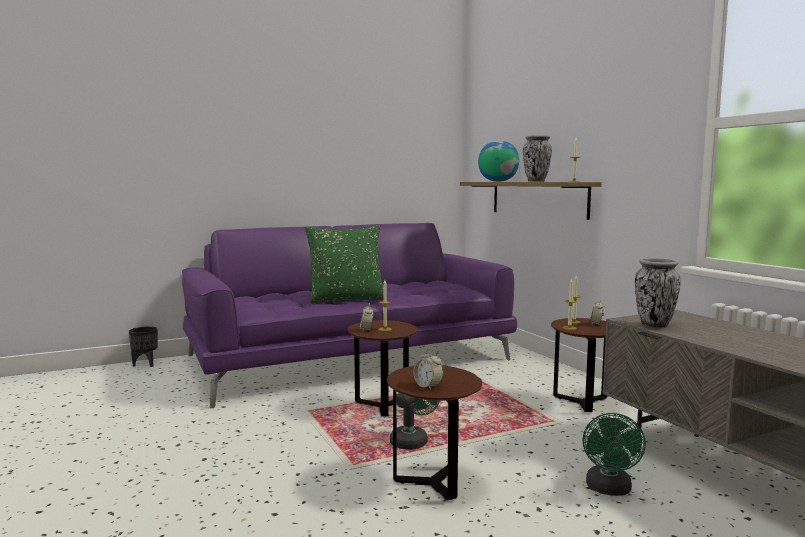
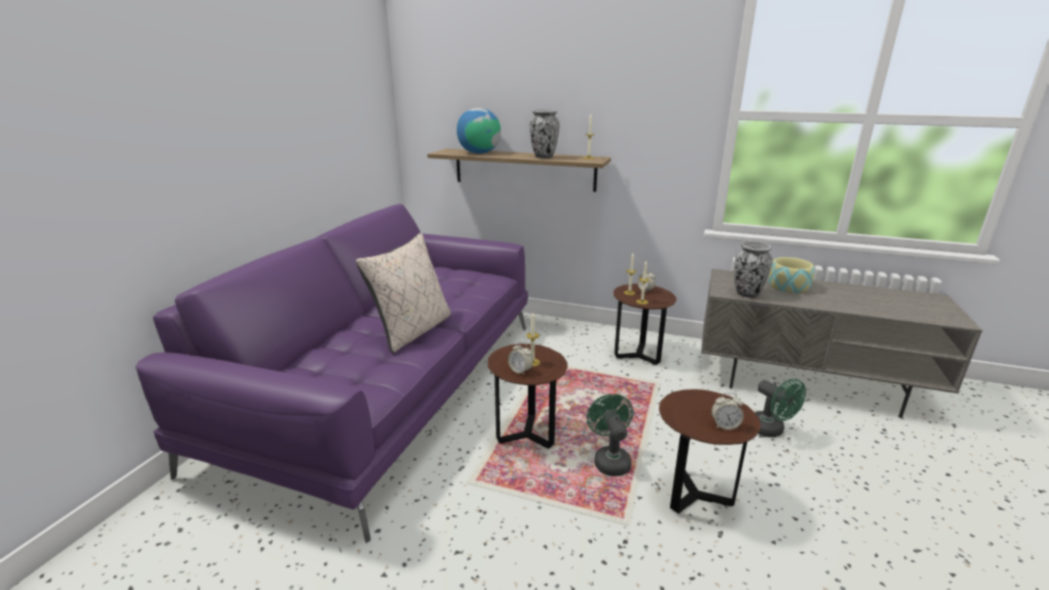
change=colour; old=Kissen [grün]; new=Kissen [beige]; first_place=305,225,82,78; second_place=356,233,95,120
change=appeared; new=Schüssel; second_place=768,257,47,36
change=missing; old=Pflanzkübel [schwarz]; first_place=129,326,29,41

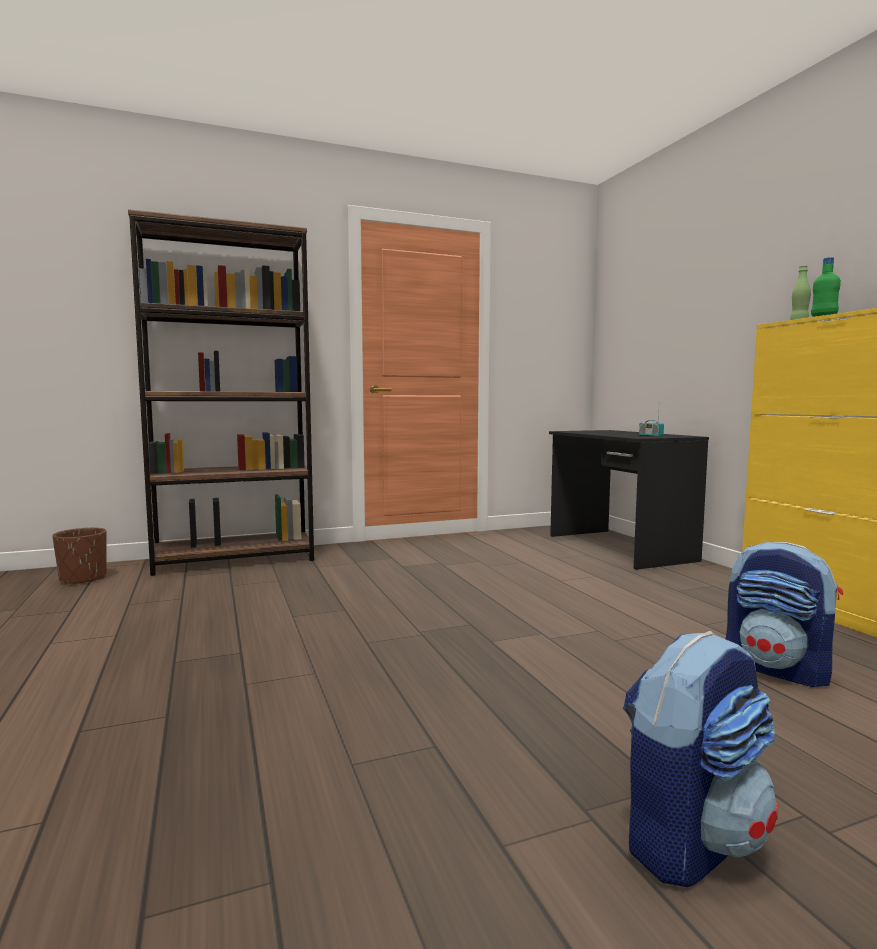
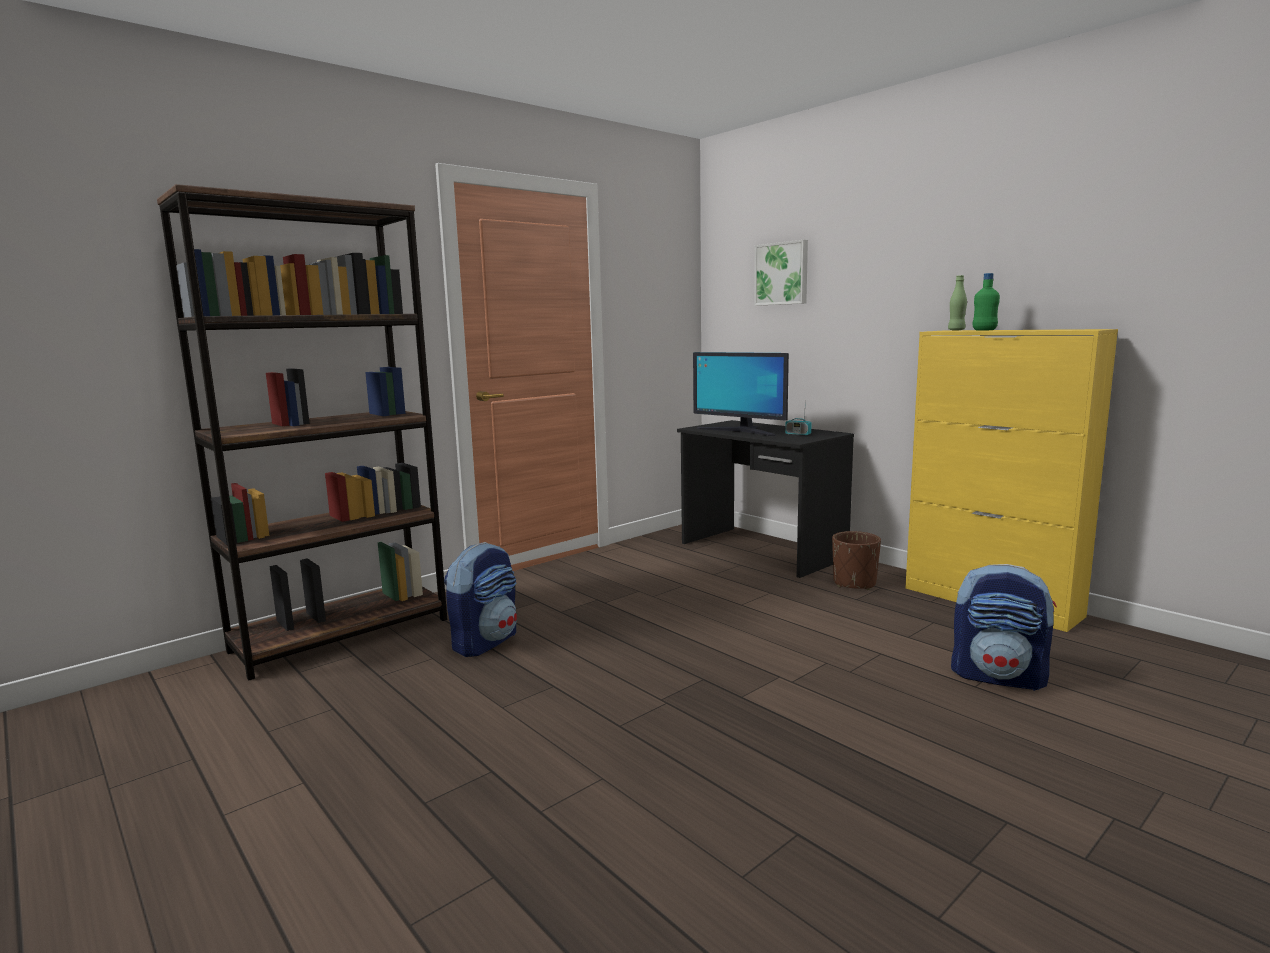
change=relocated; old=Rucksack; first_place=623,631,155,256; second_place=444,542,73,115
change=appeared; new=Monitor; second_place=693,352,96,84
change=appeared; new=Bild; second_place=754,240,54,66
change=relocated; old=Pflanzkübel [braun]; first_place=52,528,55,57; second_place=832,531,49,59

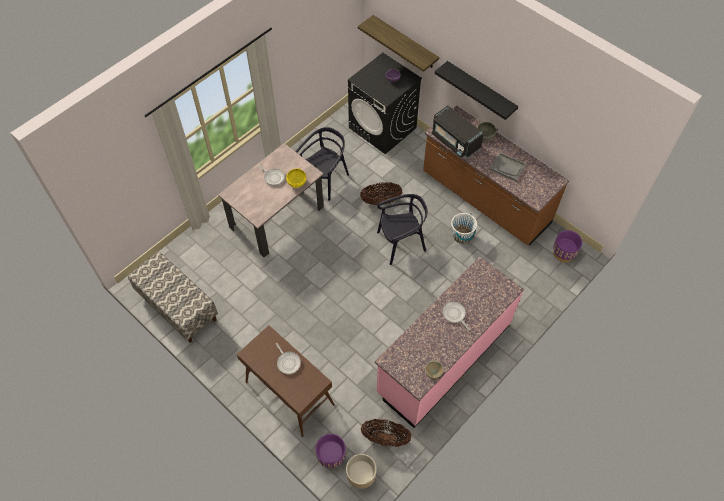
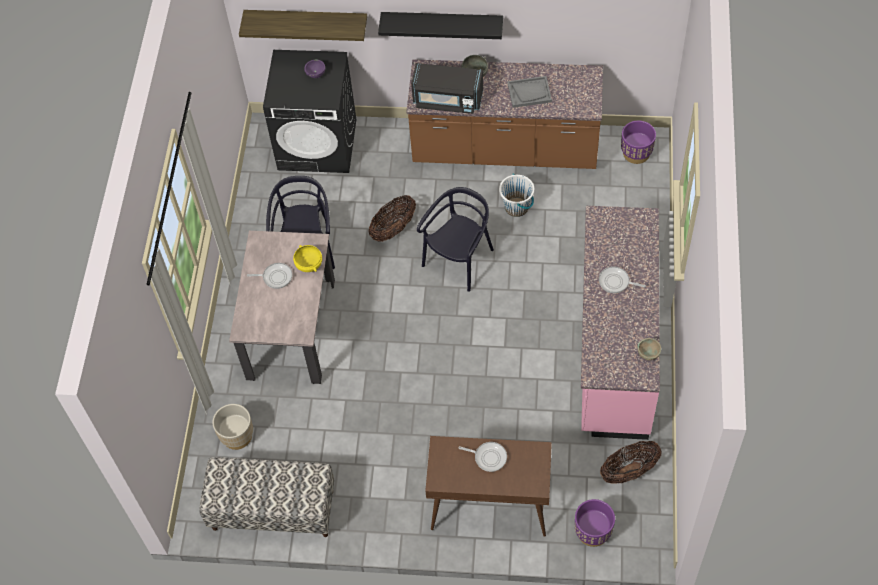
change=relocated; old=Pflanzkübel [beige]; first_place=346,454,31,35; second_place=212,404,41,46

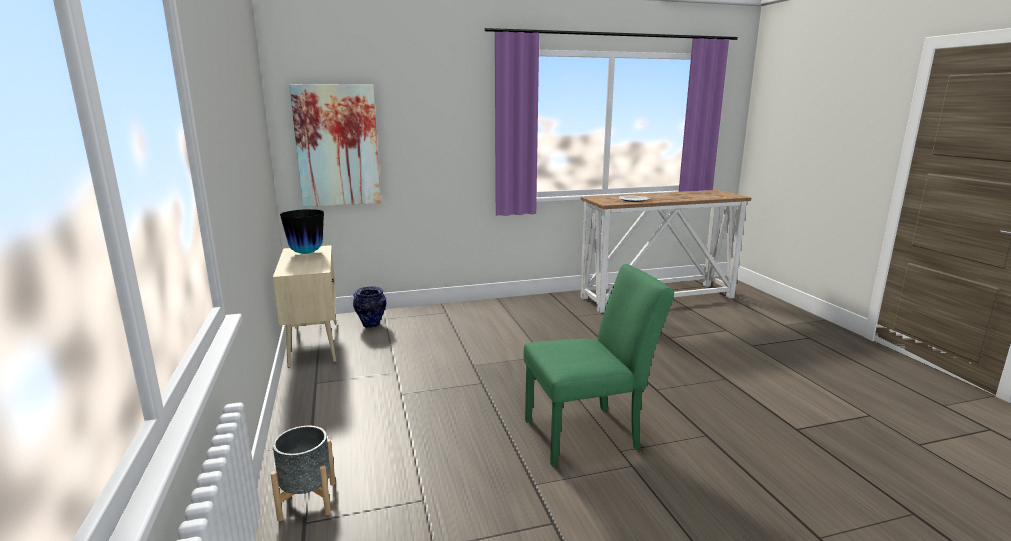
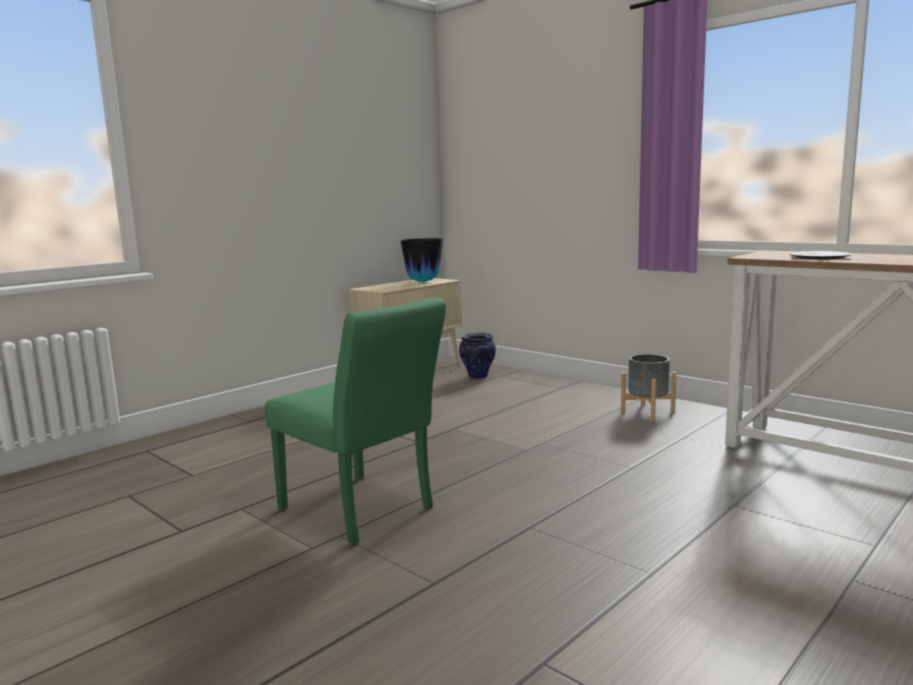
change=relocated; old=Pflanzkübel [grau]; first_place=270,426,66,95; second_place=621,354,55,67
change=missing; old=Bild; first_place=290,84,91,123

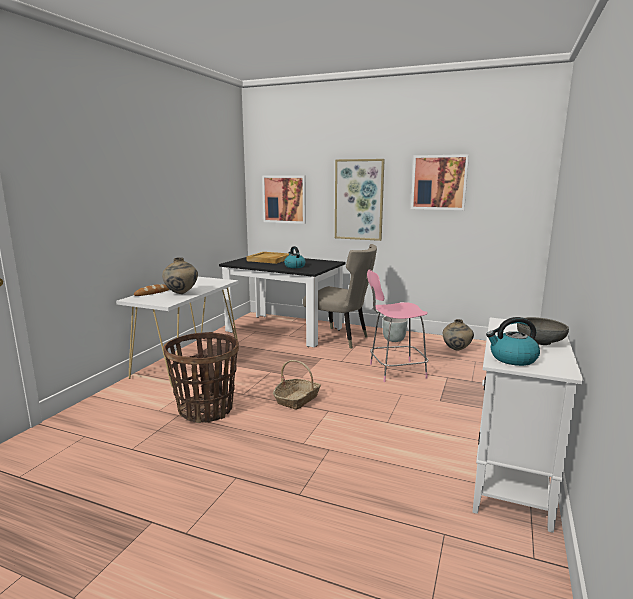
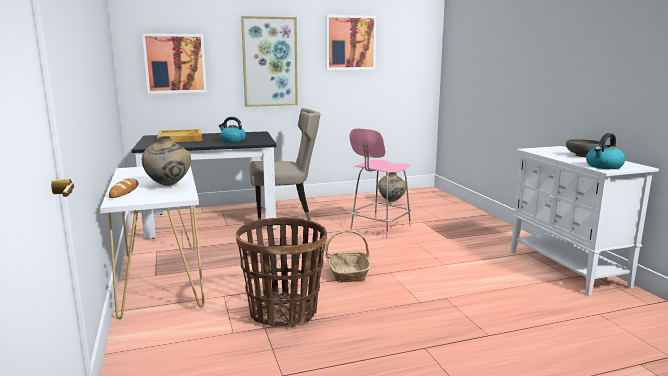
change=missing; old=Pflanzkübel [grau]; first_place=382,316,26,26

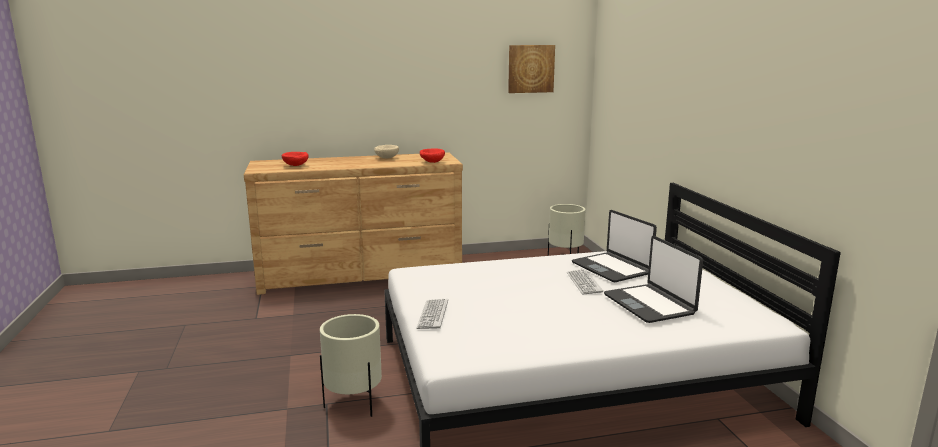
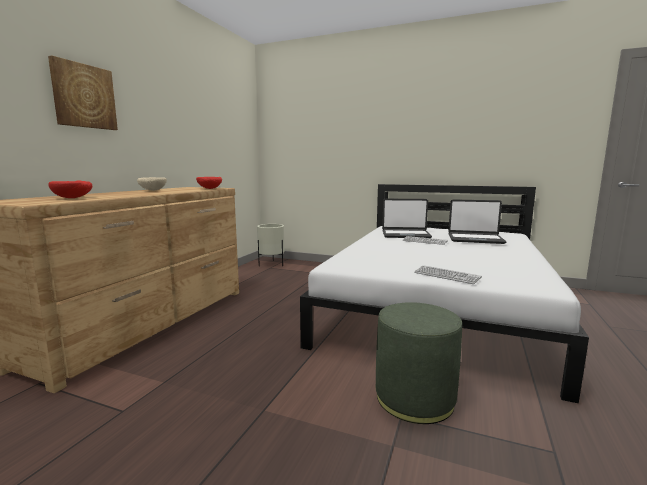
change=relocated; old=Bild; first_place=508,45,47,48; second_place=48,56,70,74
change=exchanged; old=Pflanzkübel [beige]; new=Polsterhocker [grün]; first_place=320,314,62,103; second_place=376,302,86,122

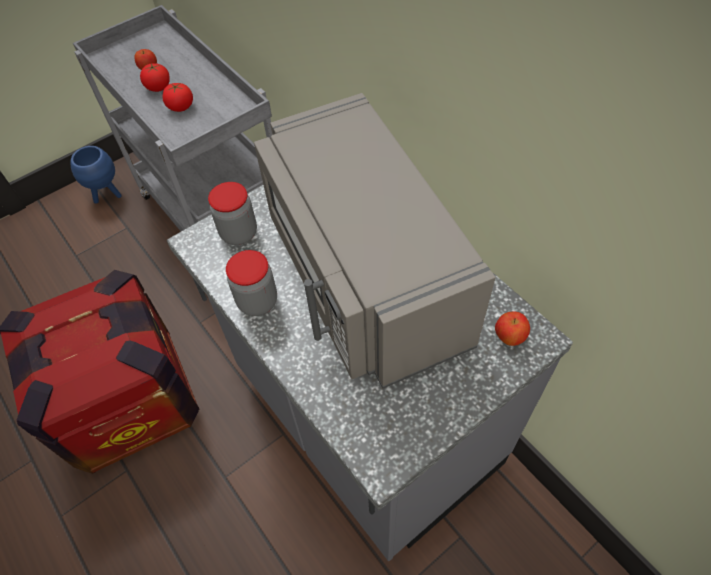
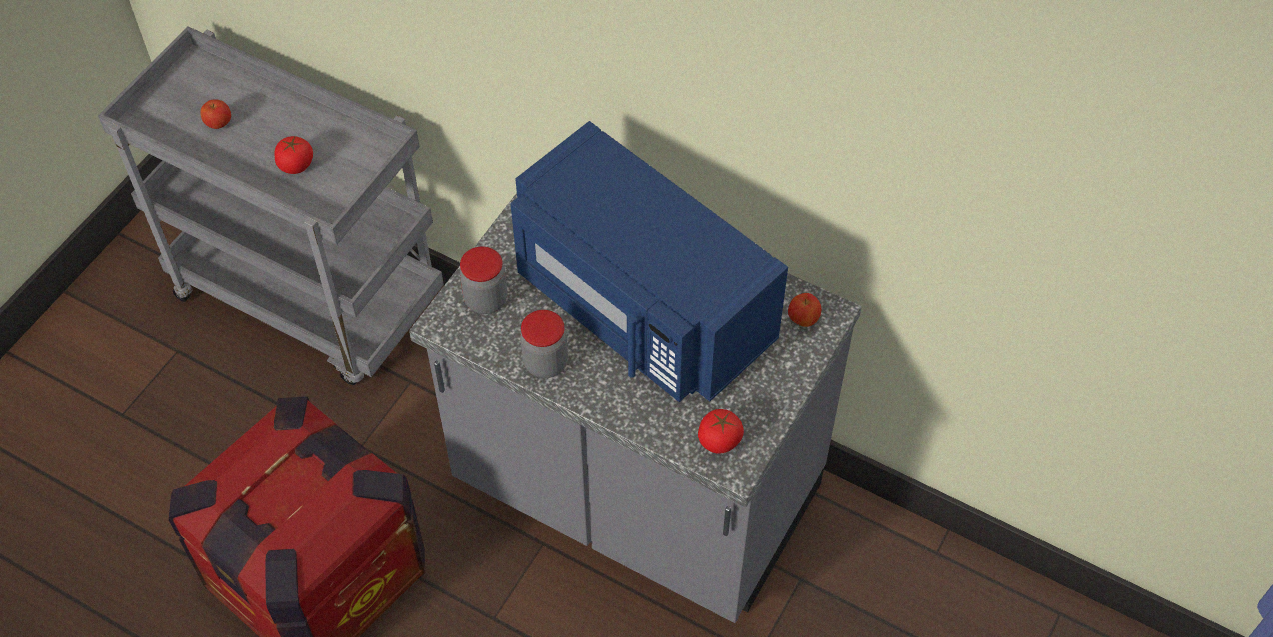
change=colour; old=Mikrowelle [grau]; new=Mikrowelle [blau]; first_place=254,93,242,295; second_place=511,121,277,281
change=relocated; old=Tomate; first_place=140,63,30,29; second_place=698,409,46,45
change=missing; old=Pflanzkübel [blau]; first_place=70,146,52,58

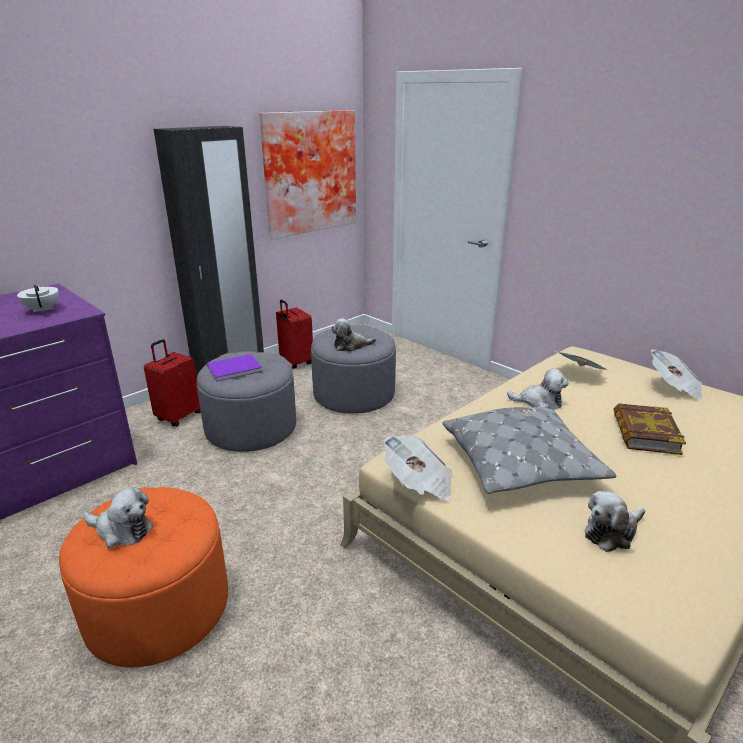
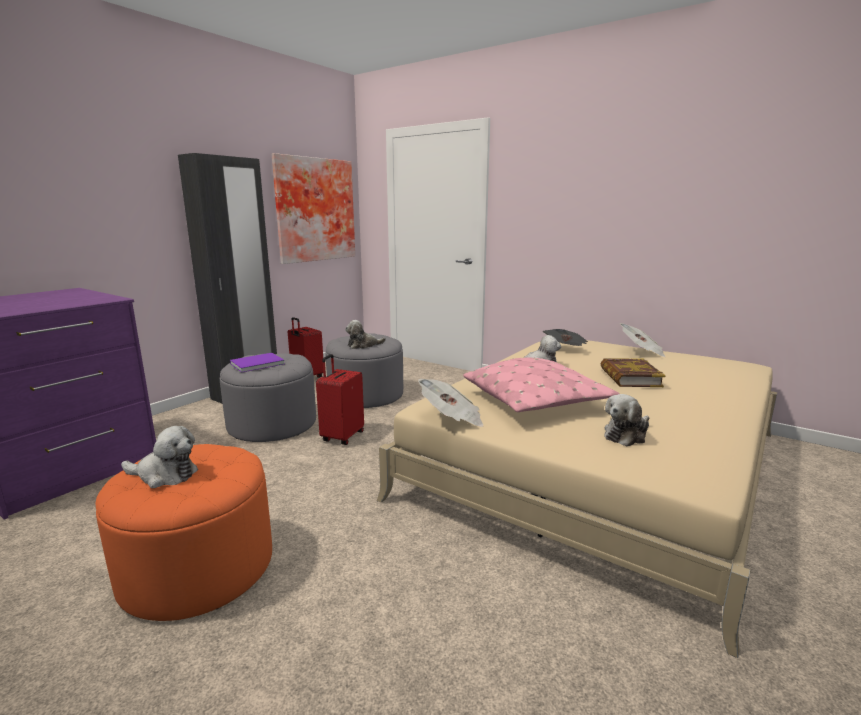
change=relocated; old=Koffer [rot]; first_place=144,339,57,87; second_place=316,354,48,91
change=colour; old=Kissen [grau]; new=Kissen [rosa]; first_place=442,407,174,87; second_place=463,358,157,54
change=missing; old=Teekanne [weiß]; first_place=17,285,42,28

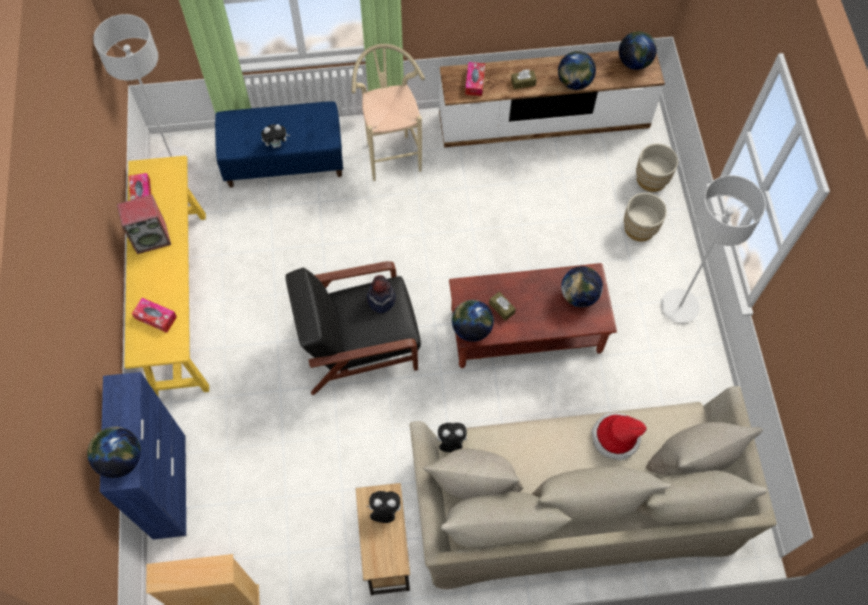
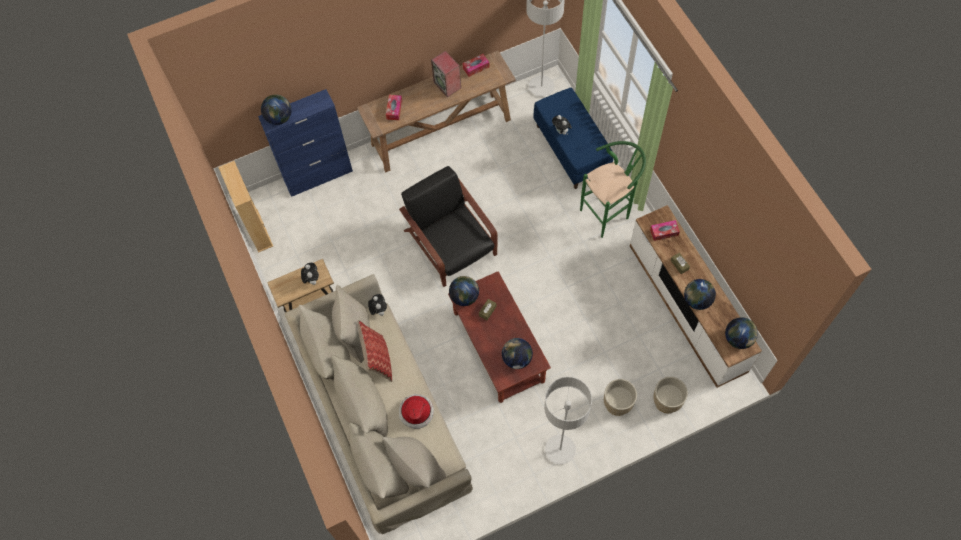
change=colour; old=Konsolentisch [gelb]; new=Konsolentisch [braun]; first_place=124,156,85,240; second_place=357,51,159,121
change=appeared; new=Kissen; second_place=358,320,34,62
change=colour; old=Hocker [beige]; new=Hocker [grün]; first_place=352,44,73,137; second_place=580,141,66,97
change=missing; old=Hut; first_place=367,275,29,38

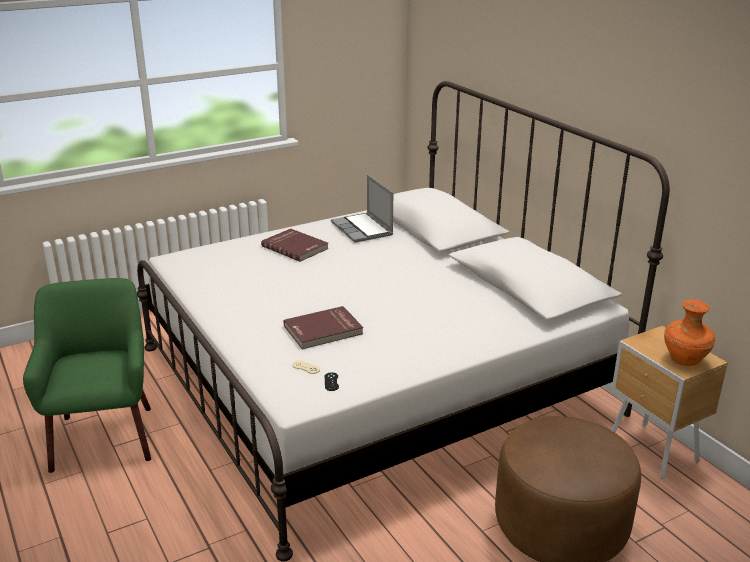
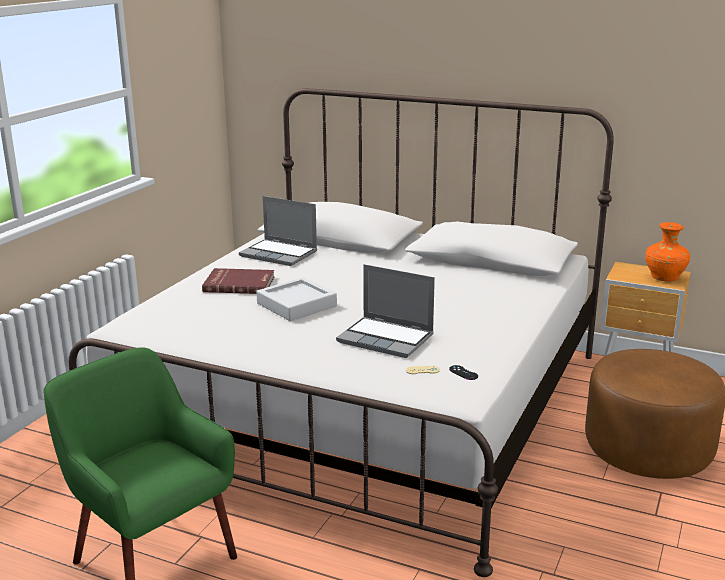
change=appeared; new=Tablett [grau]; second_place=256,277,81,44
change=exchanged; old=Buch [rot]; new=Laptop; first_place=284,306,79,43; second_place=336,264,99,94

